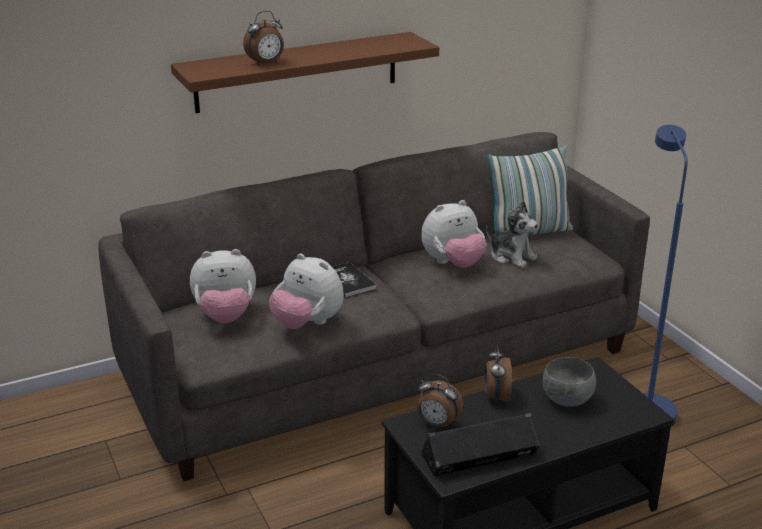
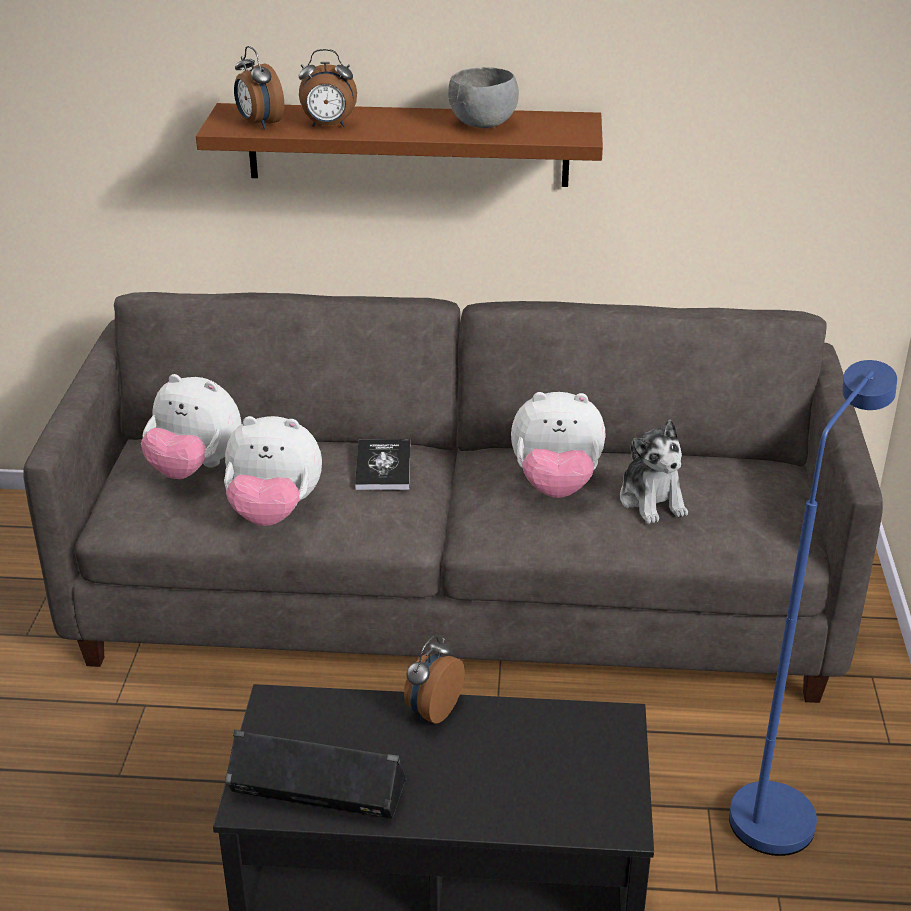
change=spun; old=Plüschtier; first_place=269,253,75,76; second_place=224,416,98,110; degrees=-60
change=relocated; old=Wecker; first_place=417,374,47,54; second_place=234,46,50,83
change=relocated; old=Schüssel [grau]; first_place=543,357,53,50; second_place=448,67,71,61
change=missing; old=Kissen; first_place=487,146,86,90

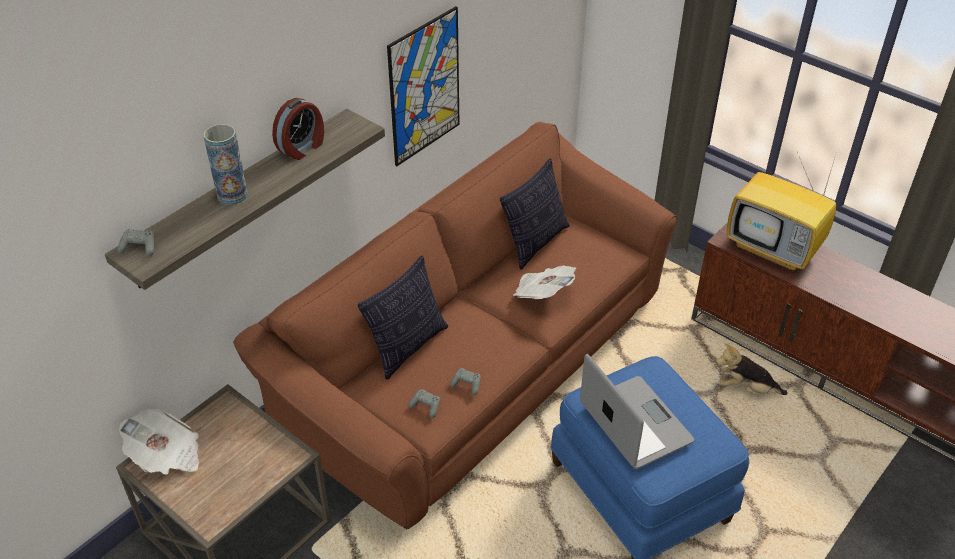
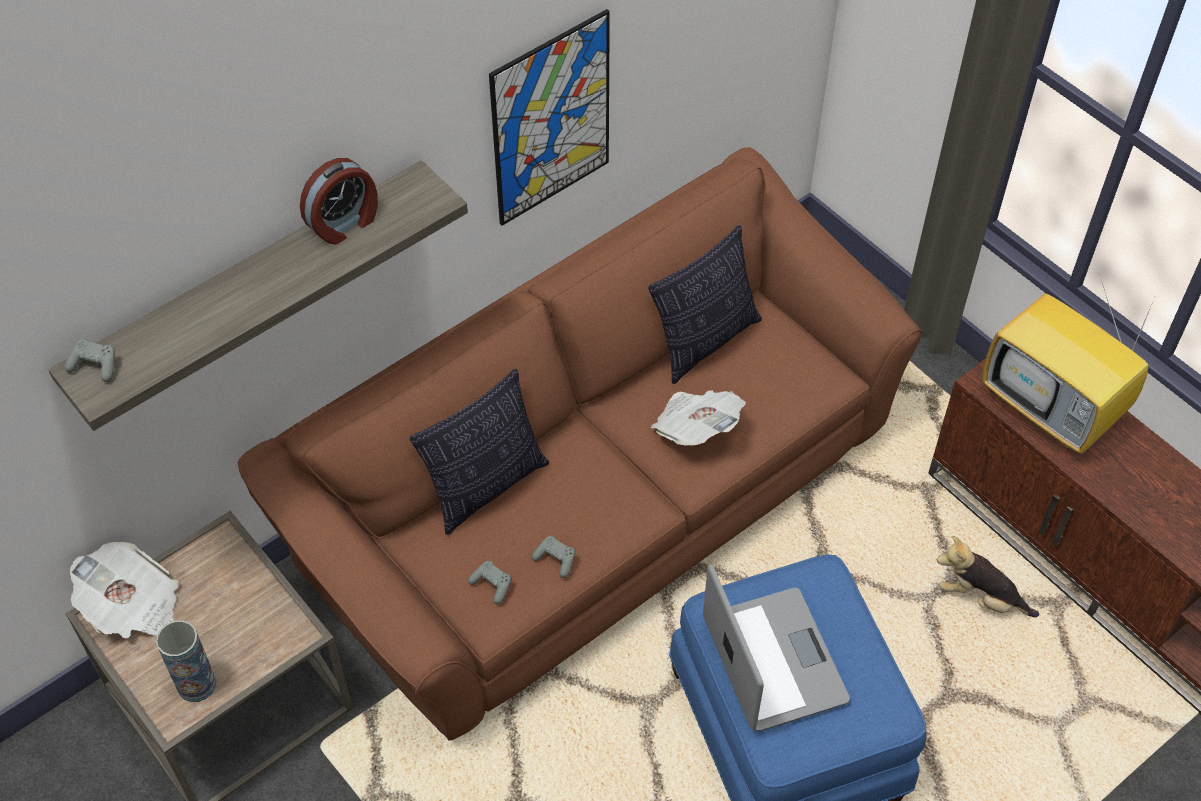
change=relocated; old=Vase; first_place=204,124,44,81; second_place=156,620,61,82

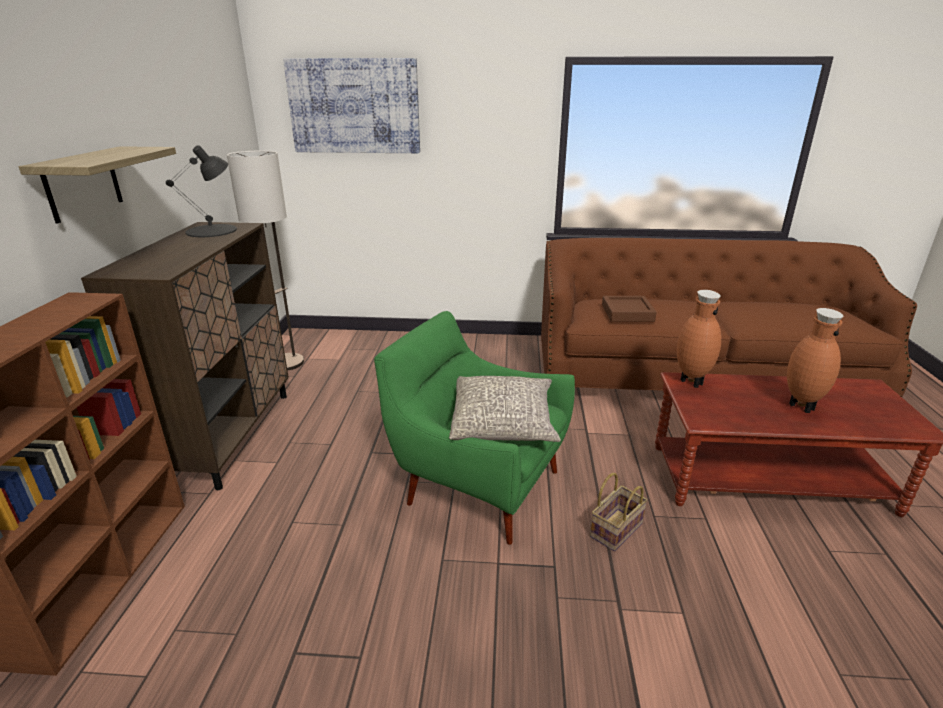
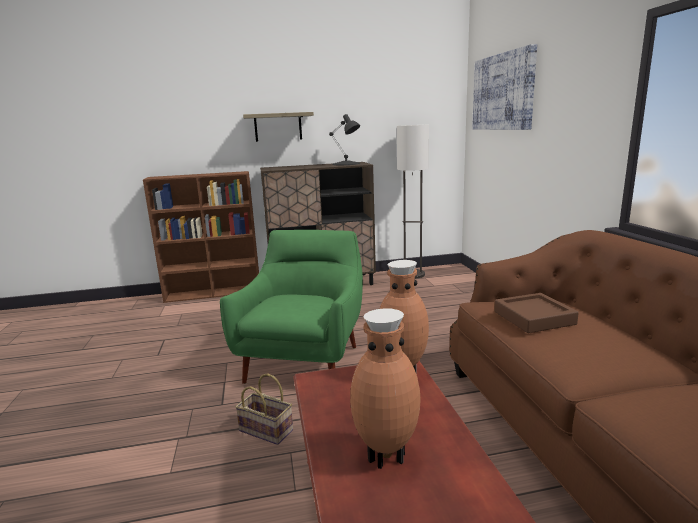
change=missing; old=Kissen [grau]; first_place=449,376,112,66

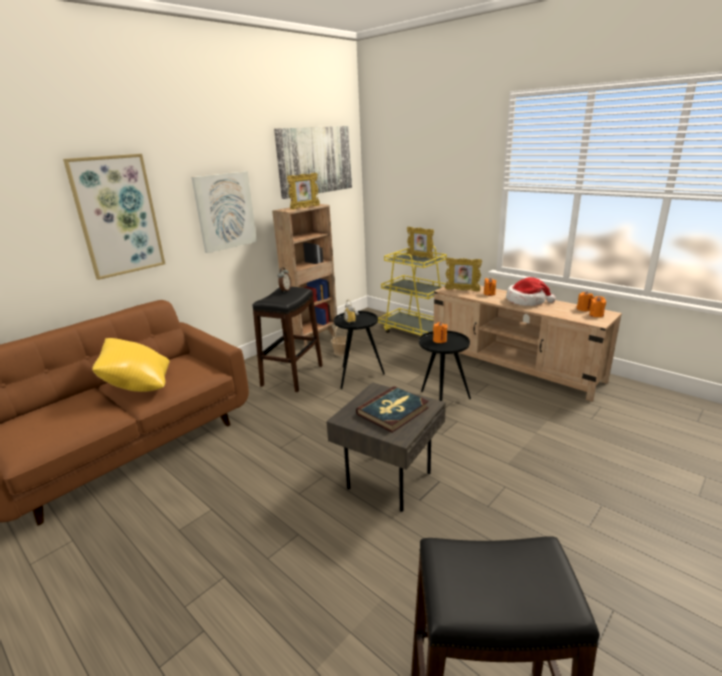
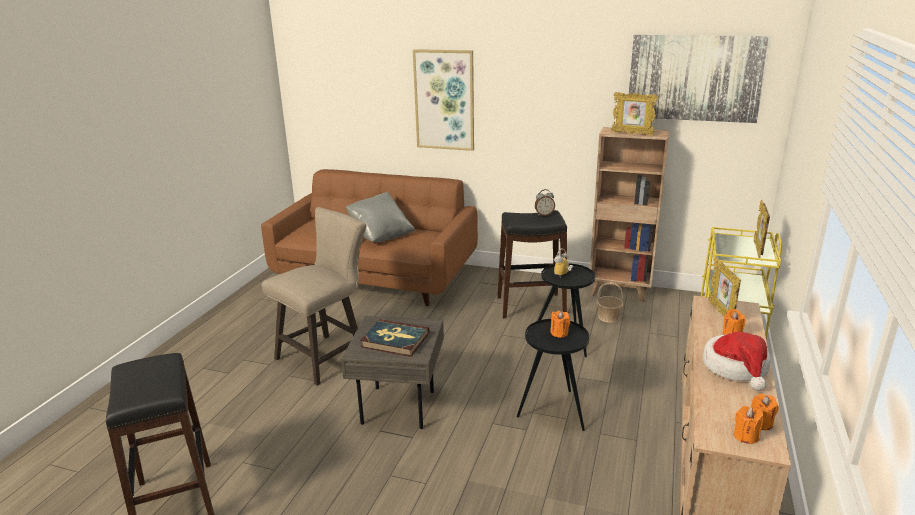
change=appeared; new=Hocker [beige]; second_place=262,207,104,179
change=colour; old=Kissen [gelb]; new=Kissen [grau]; first_place=92,338,78,54; second_place=346,192,69,50
change=missing; old=Bild; first_place=191,171,66,82

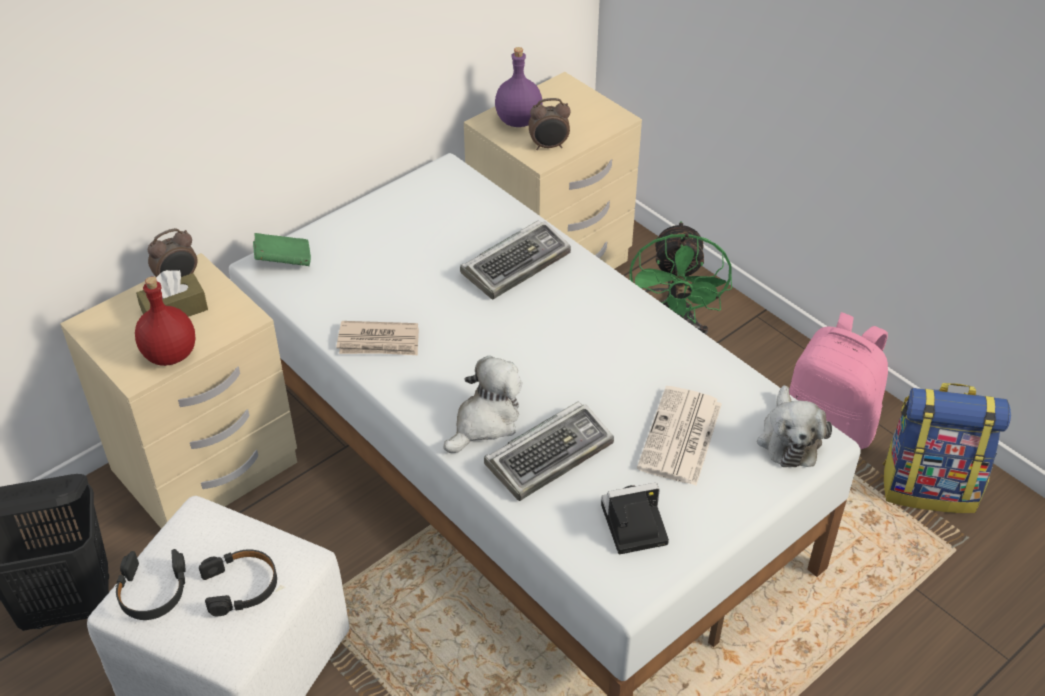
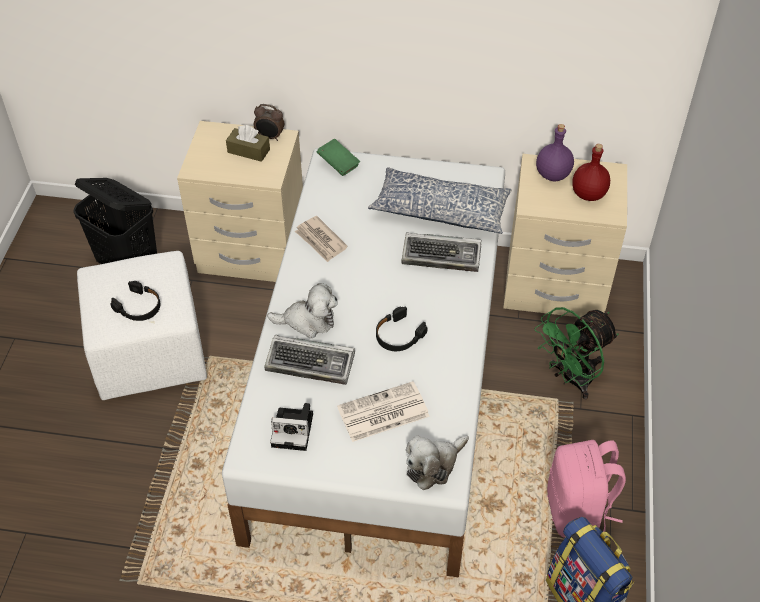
change=spun; old=Kamera; first_place=601,483,68,71; second_place=270,403,43,48; degrees=150
change=appeared; new=Kissen; second_place=368,167,144,67
change=relocated; old=Kopfhörer [schwarz]; first_place=116,549,69,71; second_place=376,307,52,44
change=relocated; old=Flasche [rot]; first_place=135,277,61,89; second_place=572,144,38,57
change=missing; old=Wecker; first_place=528,98,43,52

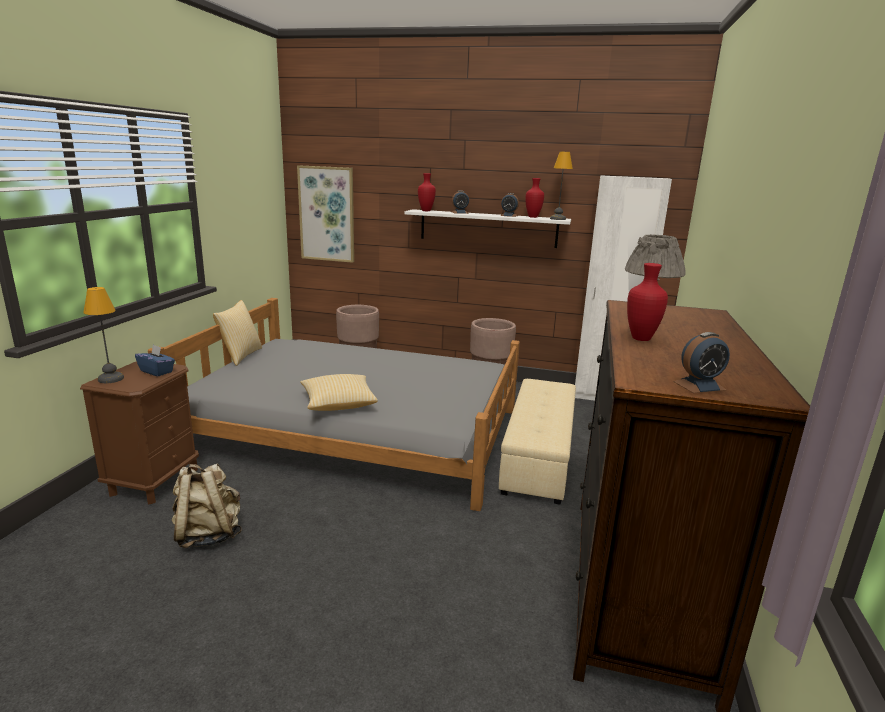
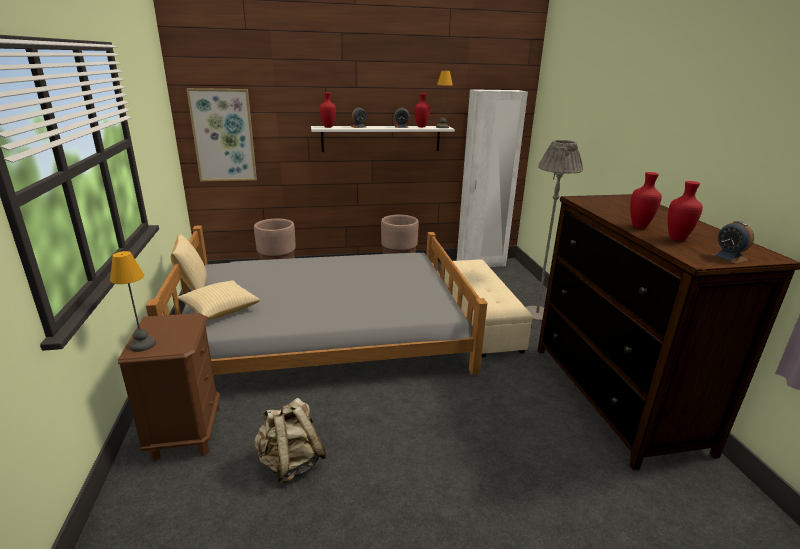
change=relocated; old=Kissen; first_place=300,374,78,37; second_place=177,280,83,40
change=appeared; new=Vase [rot]; second_place=667,181,36,60
change=spun; old=Wecker; first_place=673,332,57,61; second_place=710,221,44,43; degrees=105
change=missing; old=Taschentuchbox [blau]; first_place=135,345,40,31

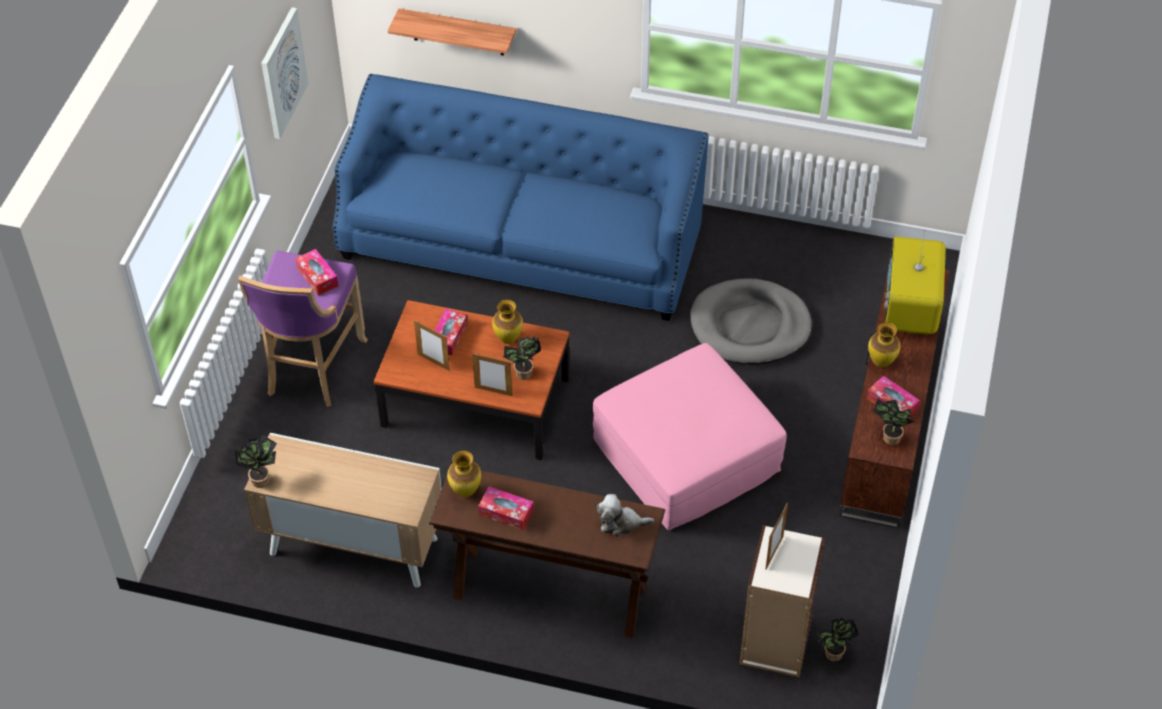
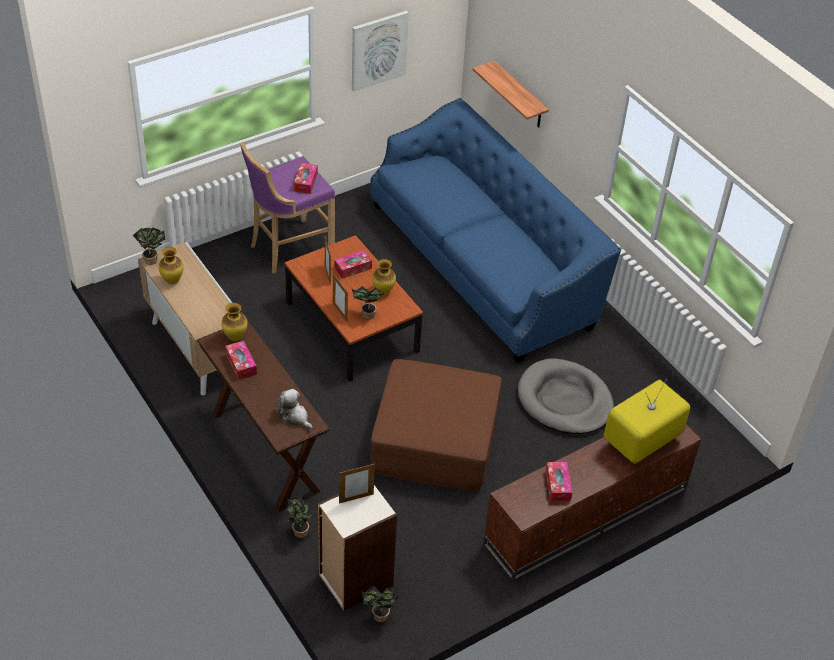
change=relocated; old=Vase; first_place=868,322,32,46; second_place=159,247,25,37
change=relocated; old=Topfpflanze; first_place=873,398,42,47; second_place=284,495,29,43
change=colour; old=Polsterhocker [rosa]; new=Polsterhocker [braun]; first_place=593,343,194,187; second_place=370,359,132,132

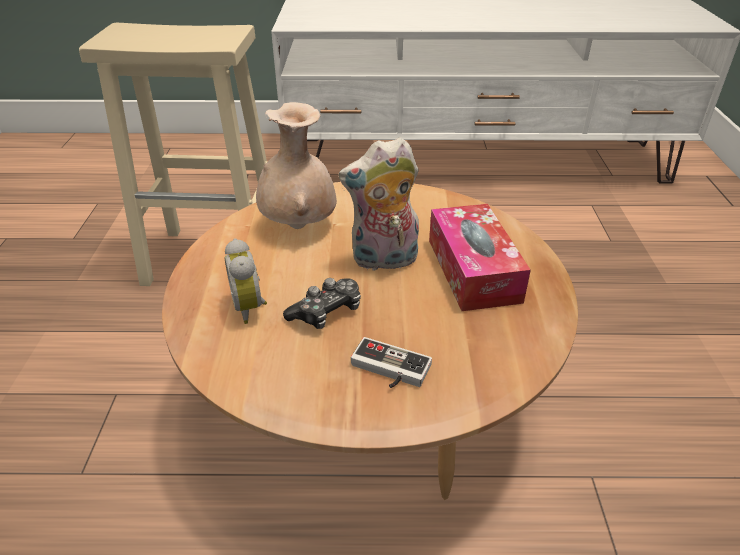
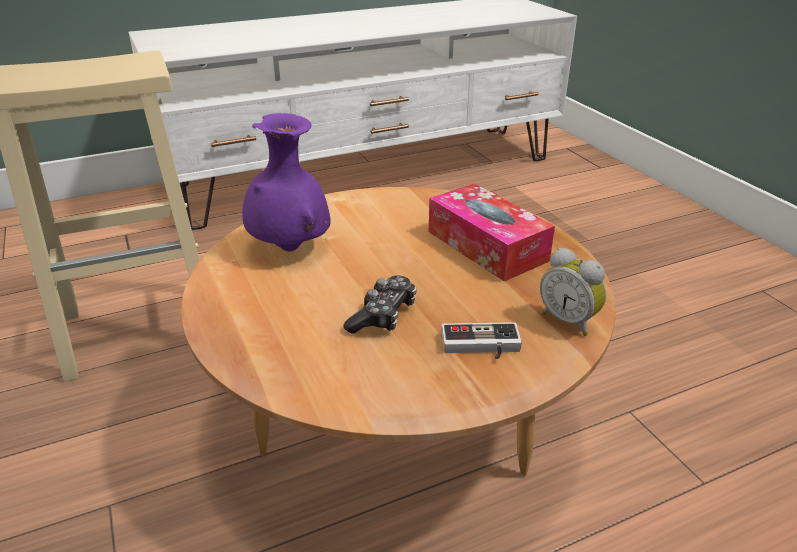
change=colour; old=Vase [beige]; new=Vase [lila]; first_place=256,102,81,127; second_place=242,113,89,139
change=relocated; old=Wecker; first_place=225,238,42,86; second_place=540,248,66,88
change=missing; old=Plüschtier; first_place=338,137,81,134

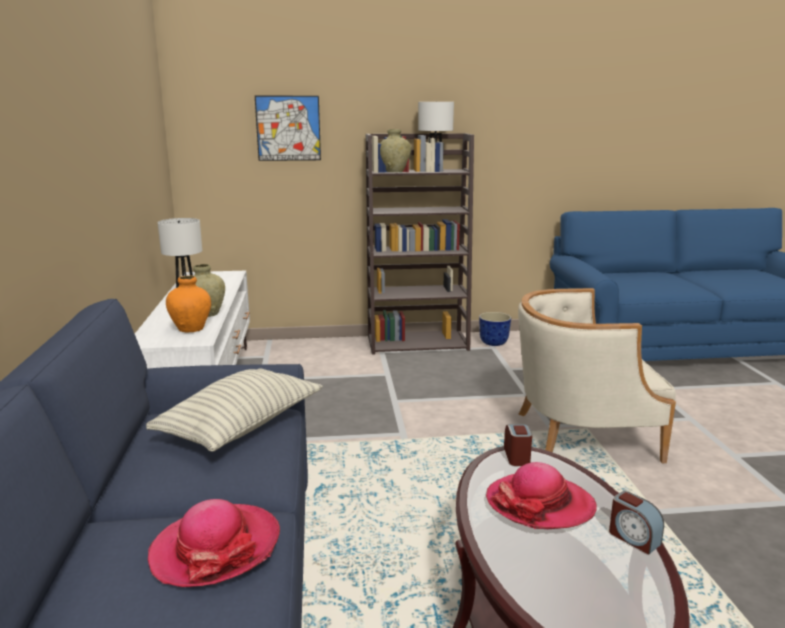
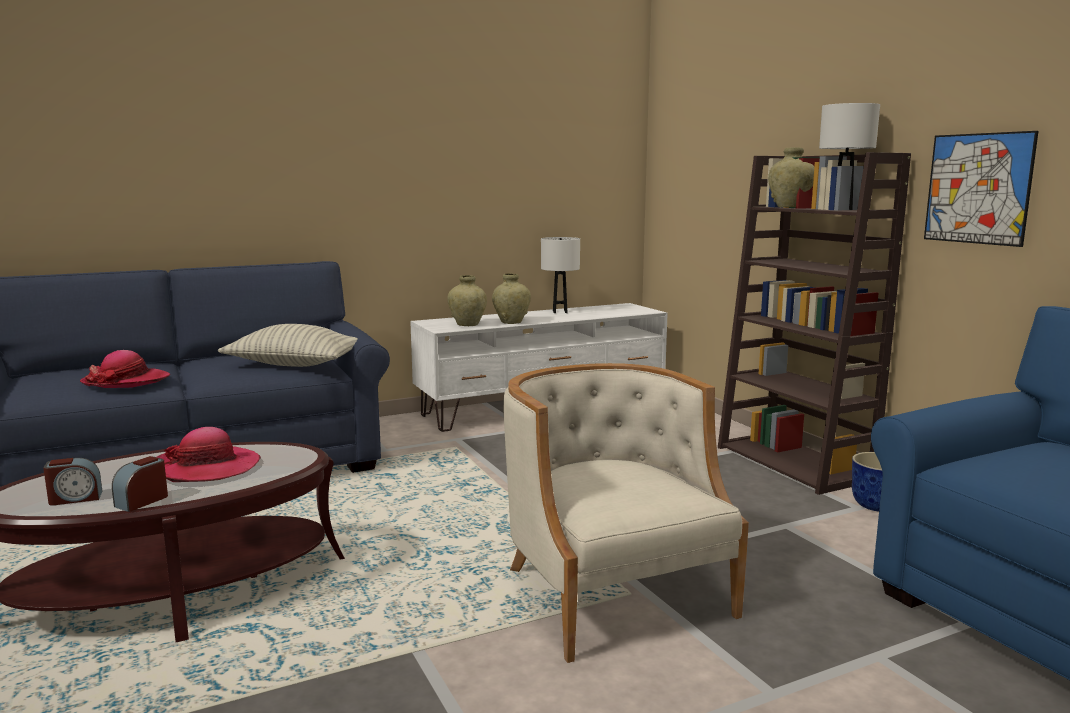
change=relocated; old=Wecker; first_place=504,425,28,41; second_place=43,458,59,47
change=colour; old=Vase [orange]; new=Vase [beige]; first_place=166,276,45,56; second_place=447,275,40,51
change=relocated; old=Bild; first_place=255,96,66,65; second_place=924,131,115,116

